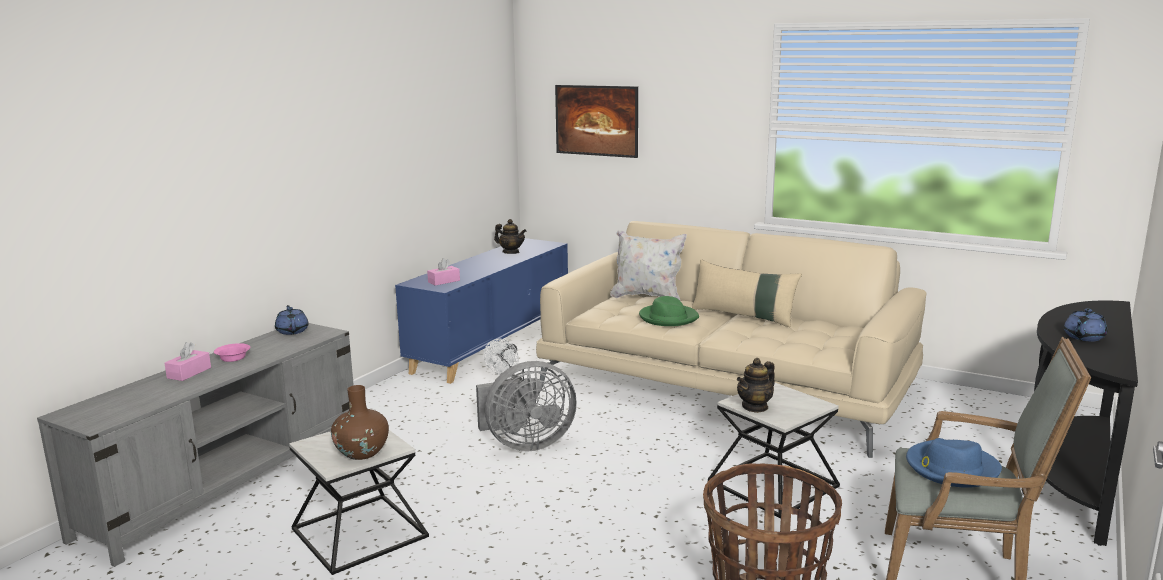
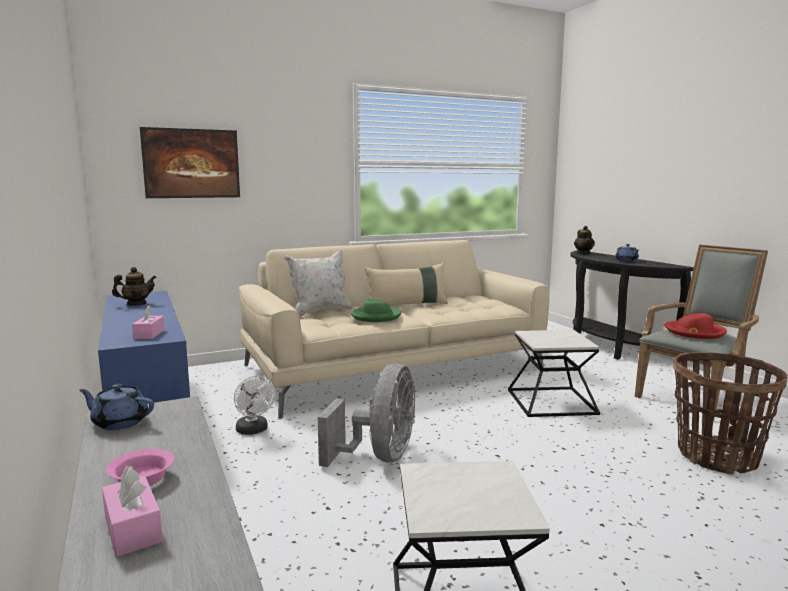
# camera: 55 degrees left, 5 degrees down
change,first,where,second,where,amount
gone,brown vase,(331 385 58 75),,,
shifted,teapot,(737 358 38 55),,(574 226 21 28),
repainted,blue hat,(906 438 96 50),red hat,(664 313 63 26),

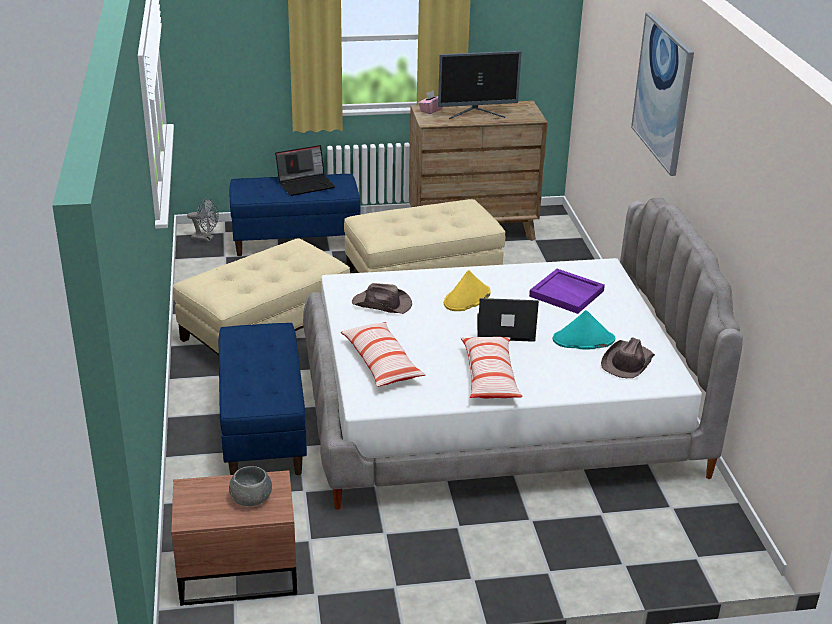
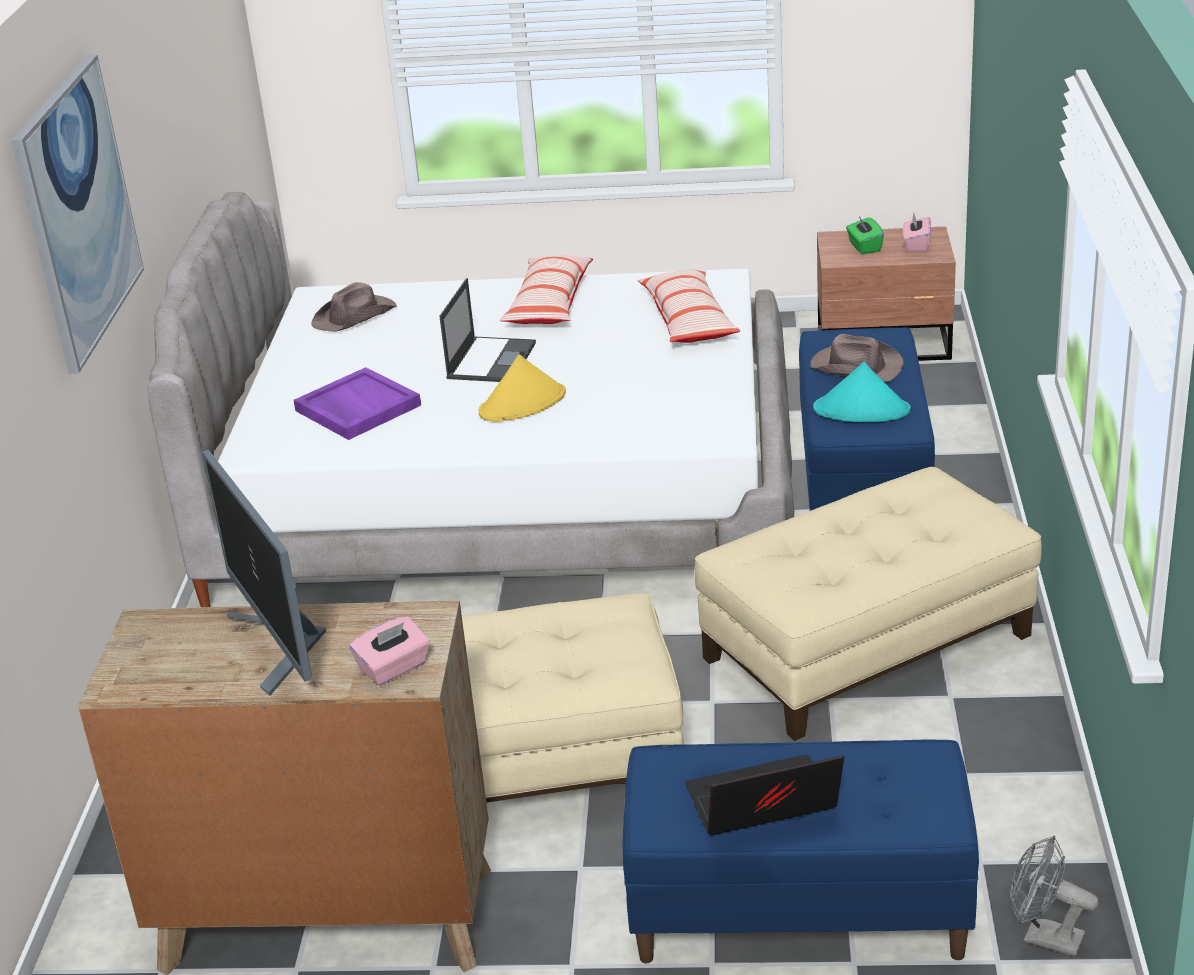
# camera: 165 degrees left, 0 degrees up
change,first,where,second,where,amount
new,,,pink tissue box,(903 213 28 39),
shifted,brown hat,(352 283 60 31),,(810 334 94 48),
shifted,turquoise hat,(553 310 62 39),,(813 362 98 60),
swapped,grey bowl,(229 466 43 40),green tissue box,(846 217 38 37),
rotated,monitor,(438 51 84 68),,(202 450 124 246),120 degrees counterclockwise
rotated,laptop,(477 298 62 44),,(439 278 97 104),90 degrees counterclockwise

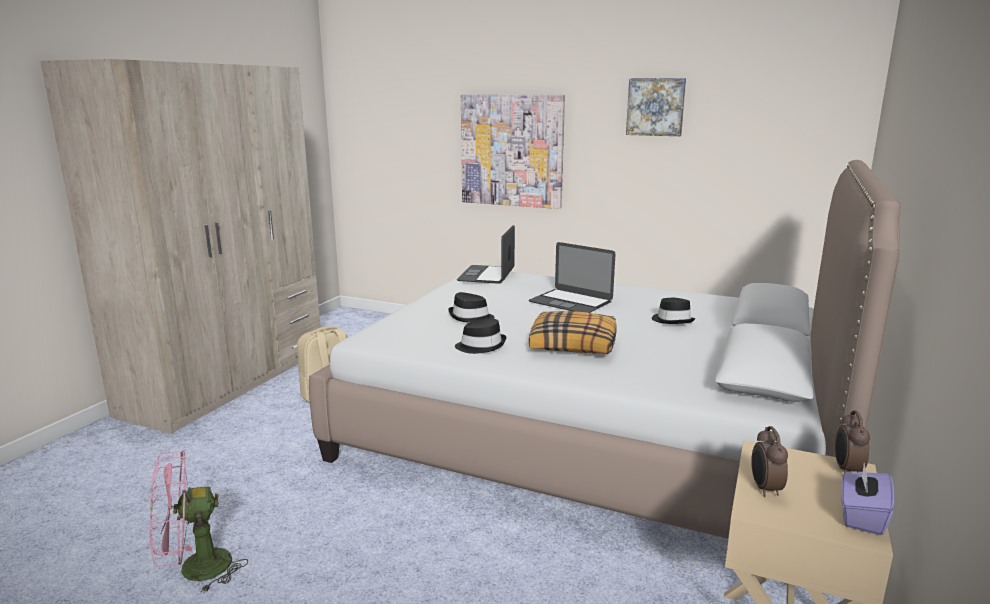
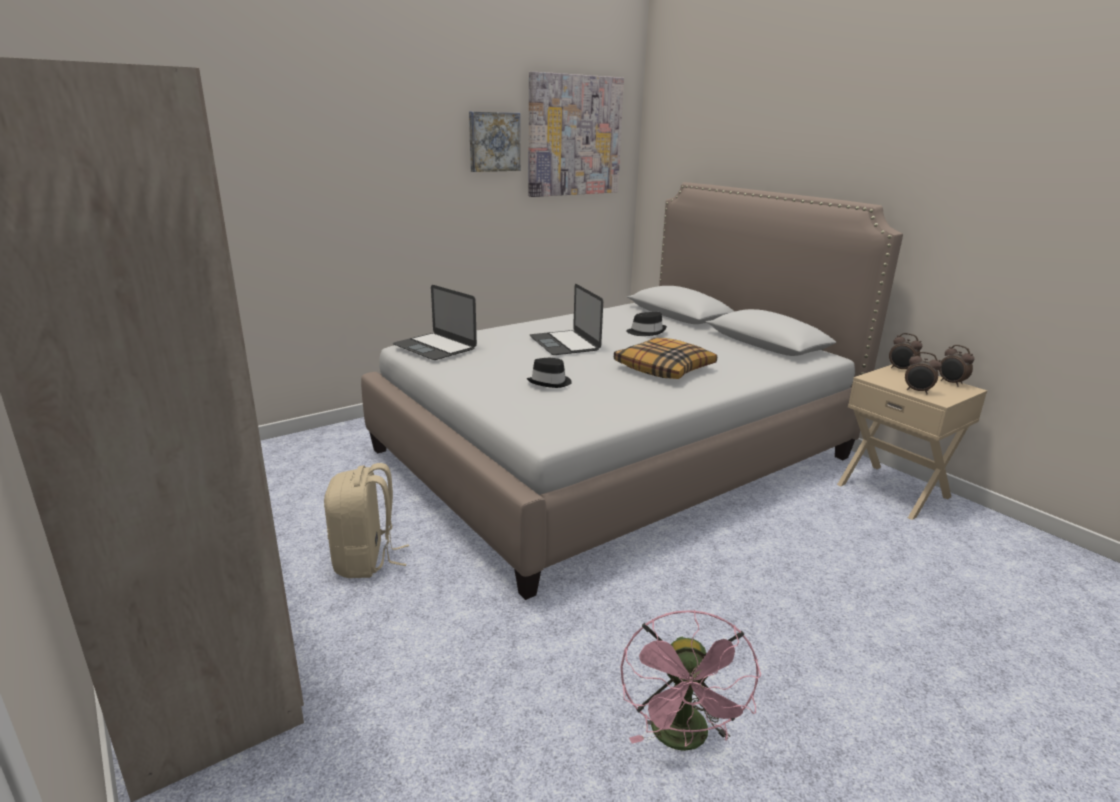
# camera: 60 degrees left, 5 degrees up
change,first,where,second,where,amount
gone,black hat,(455 318 52 36),,,
shifted,picture,(461 95 104 114),,(528 72 96 125),
swapped,purple tissue box,(841 463 53 72),alarm clock,(939 345 35 42),
rotated,laptop,(529 242 86 71),,(530 284 73 71),90 degrees clockwise

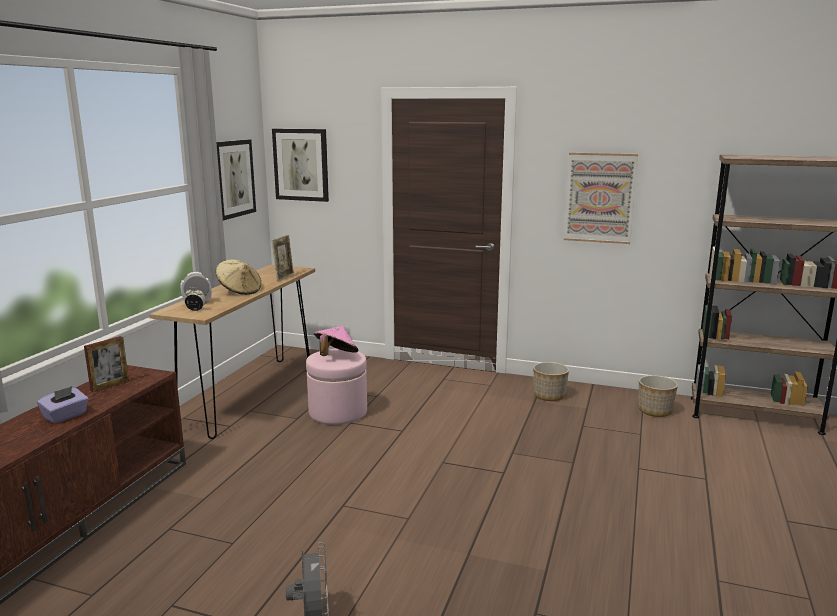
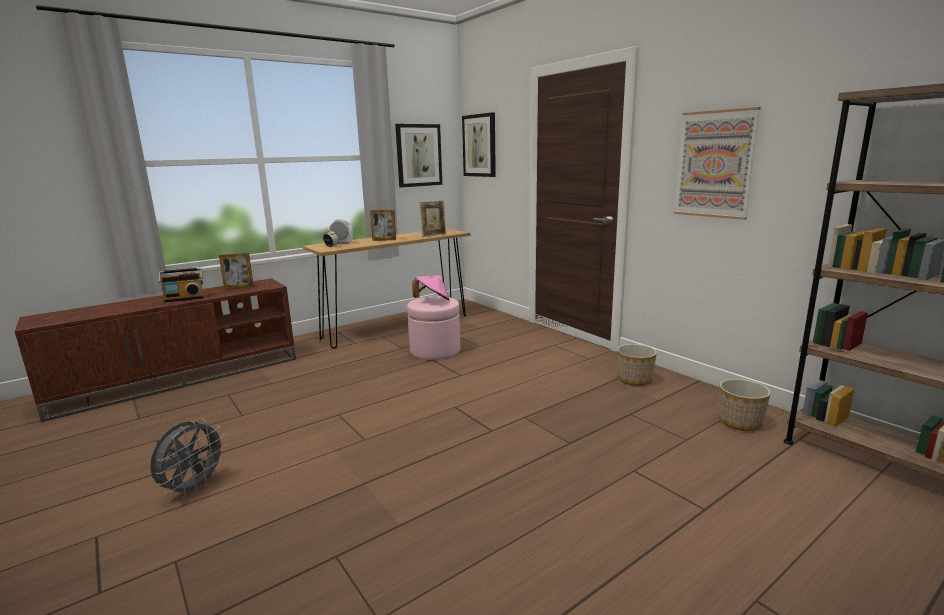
# camera: 35 degrees right, 0 degrees up
change,first,where,second,where,amount
swapped,purple tissue box,(37 386 52 38),radio,(159 268 45 34),
swapped,beige hat,(216 260 45 35),picture frame,(370 210 26 31),

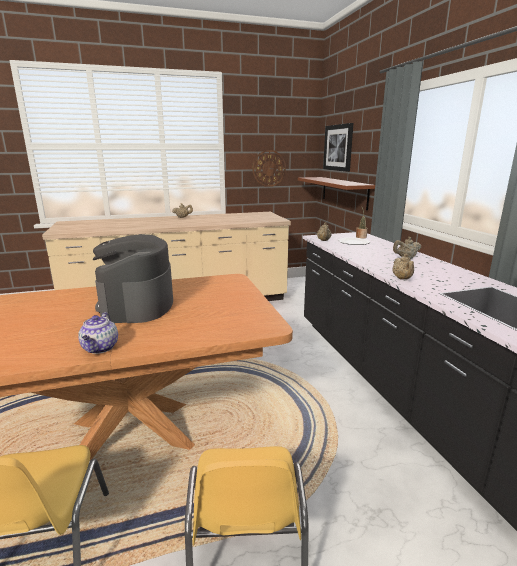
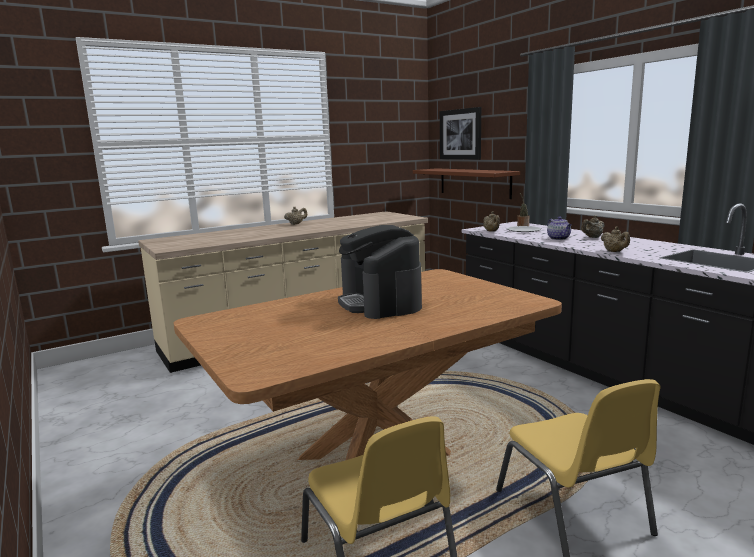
# camera: 15 degrees left, 5 degrees down
change,first,where,second,where,amount
gone,wall clock,(253 150 33 37),,,
shifted,teapot,(78 312 40 42),,(547 216 25 24),

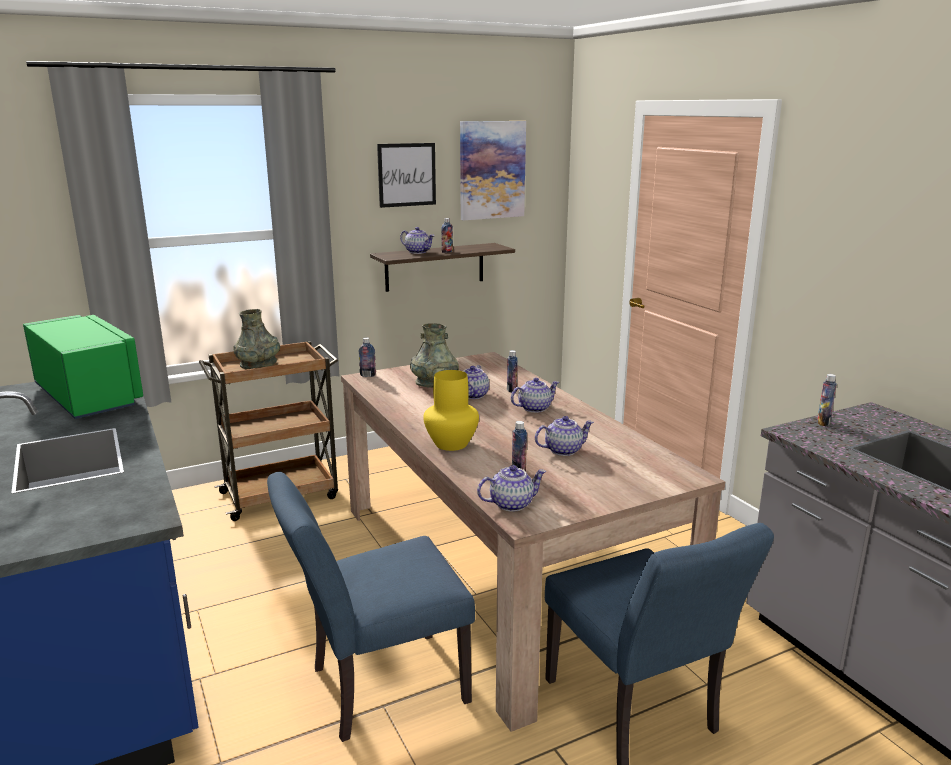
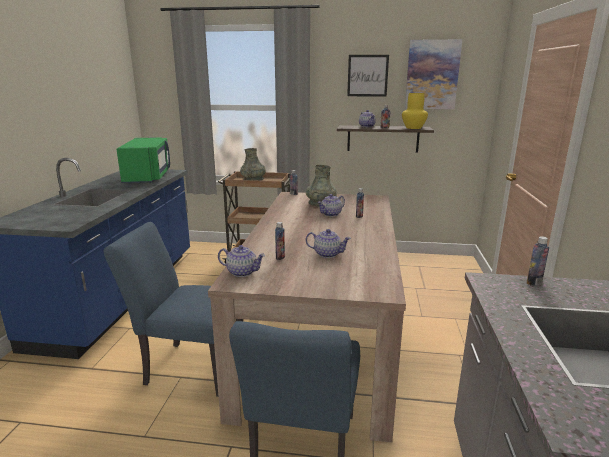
# camera: 35 degrees right, 0 degrees up
change,first,where,second,where,amount
gone,teapot,(511 378 48 35),,,
shifted,yellow vase,(423 370 56 81),,(402 93 26 36),

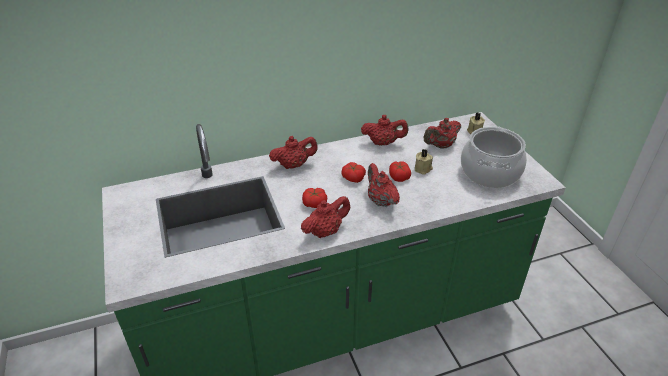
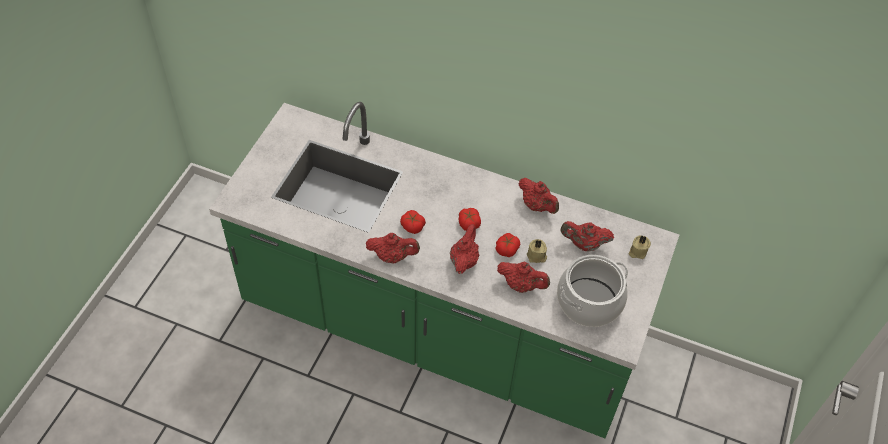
# camera: 40 degrees right, 15 degrees up
change,first,where,second,where,amount
shifted,red teapot,(269 136 49 33),,(497 261 53 32),

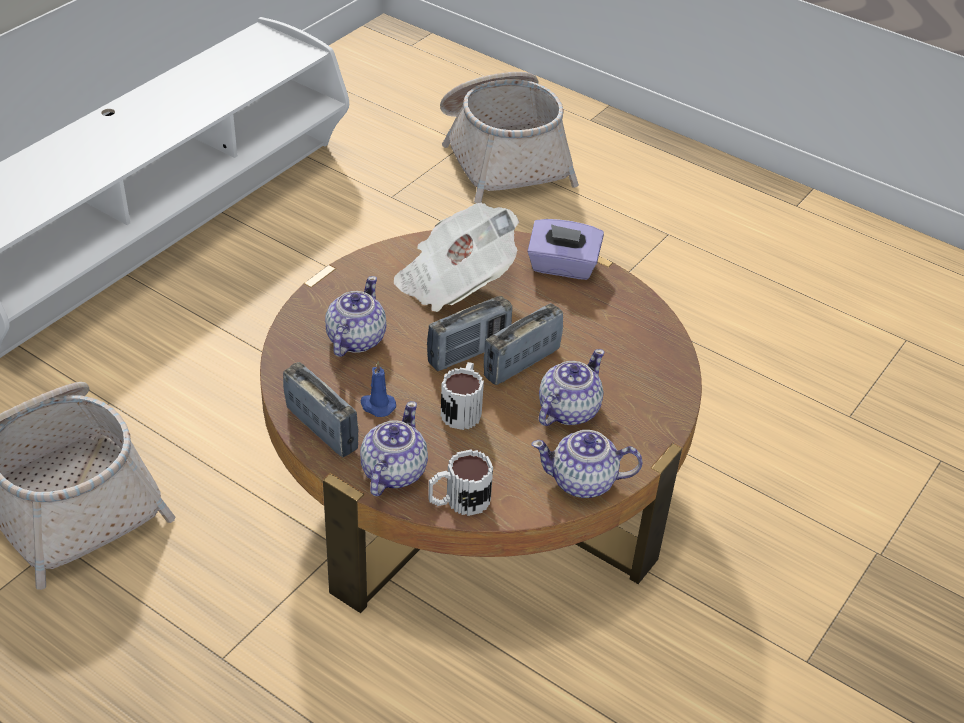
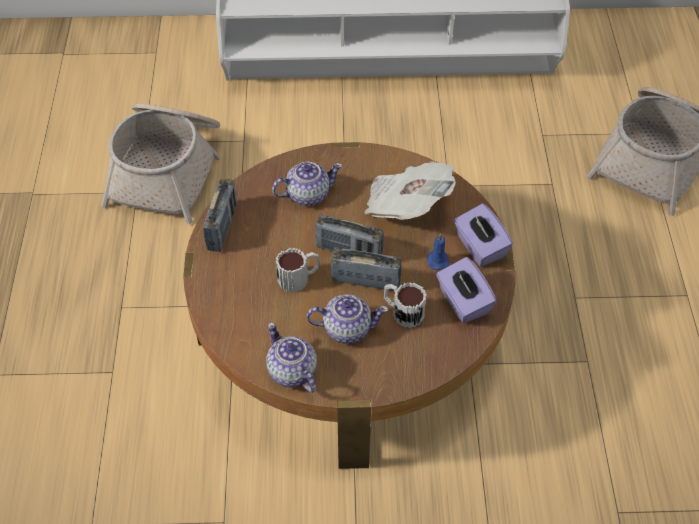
# camera: 55 degrees right, 10 degrees up
change,first,where,second,where,amount
gone,teapot,(360 401 68 95),,,
new,,,purple tissue box,(436 257 61 66),
shifted,blue candle,(361 361 35 56),,(427 234 23 36),
shifted,mug,(428 449 65 67),,(384 282 43 46),

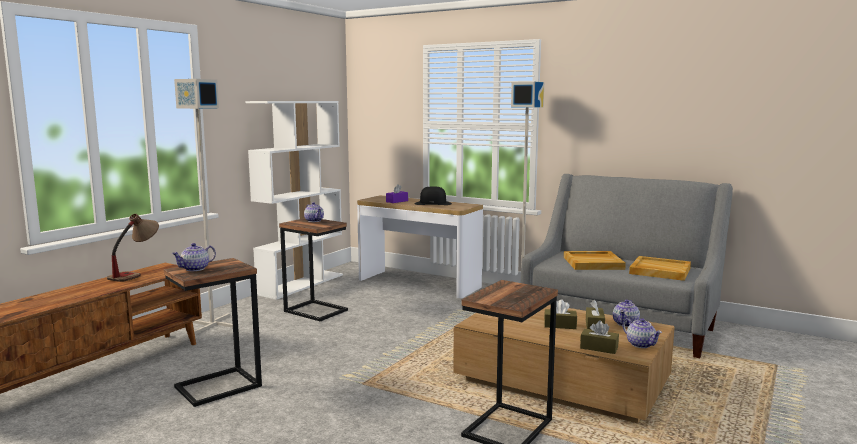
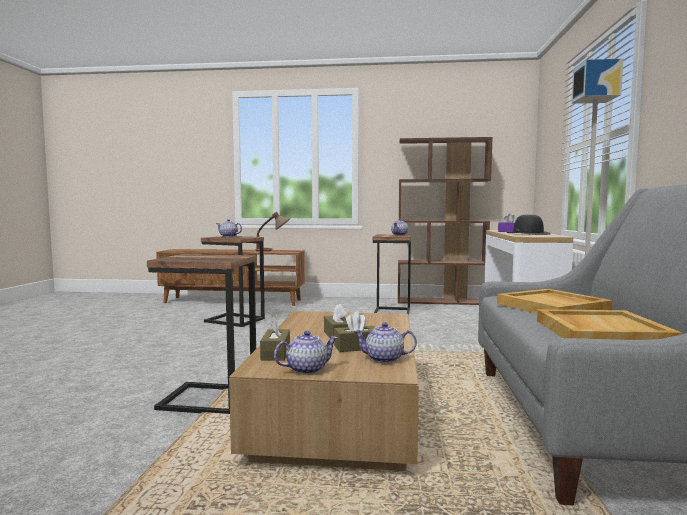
# camera: 65 degrees right, 5 degrees down
change,first,where,second,where,amount
gone,grey floor lamp,(174 79 59 255),,,
repainted,white bookcase,(246 101 97 199),brown bookcase,(398 137 95 168),
rotated,teapot,(623 318 39 30),,(274 331 64 44),150 degrees counterclockwise

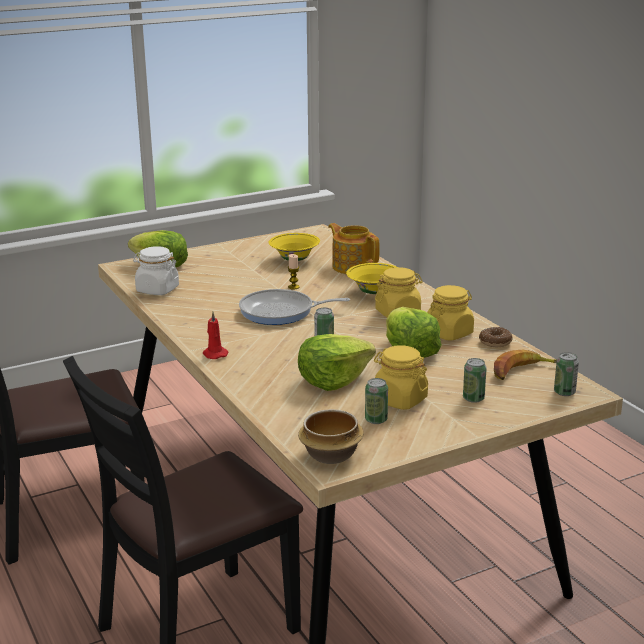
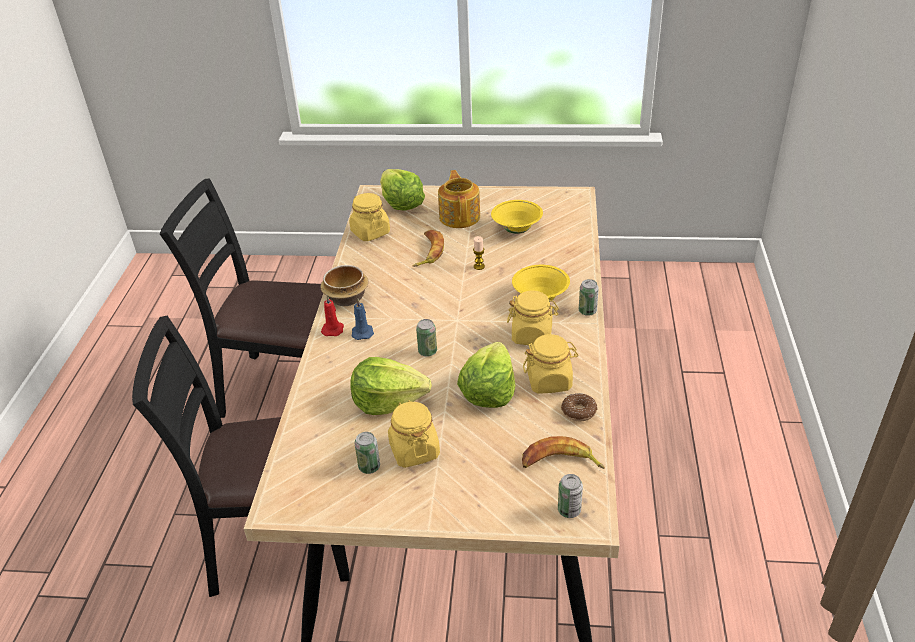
# camera: 35 degrees right, 15 degrees up
change,first,where,second,where,amount
gone,frying pan,(239 289 111 36),,,
new,,,blue candle,(352 299 22 41),
new,,,banana,(413 230 31 37),
shifted,bowl,(298 409 66 55),,(320 265 49 41),
shifted,teapot,(328 223 51 51),,(438 170 42 58),
shifted,can,(463 358 24 45),,(579 279 20 37),
repainted,white jar,(133 246 46 49),yellow jar,(349 193 41 48),

